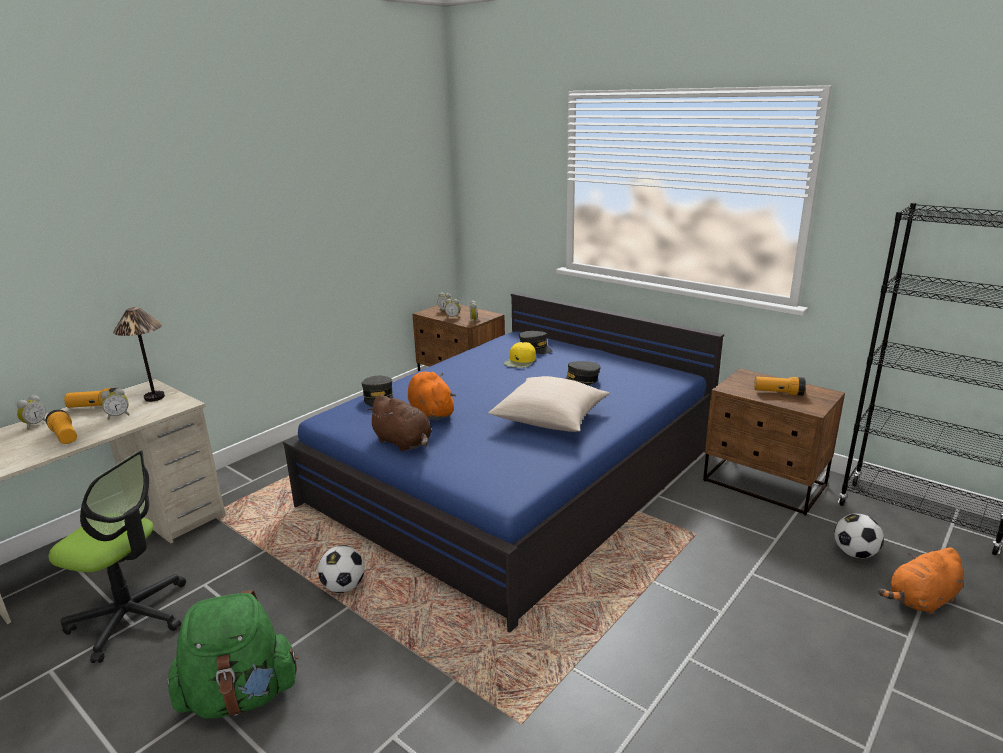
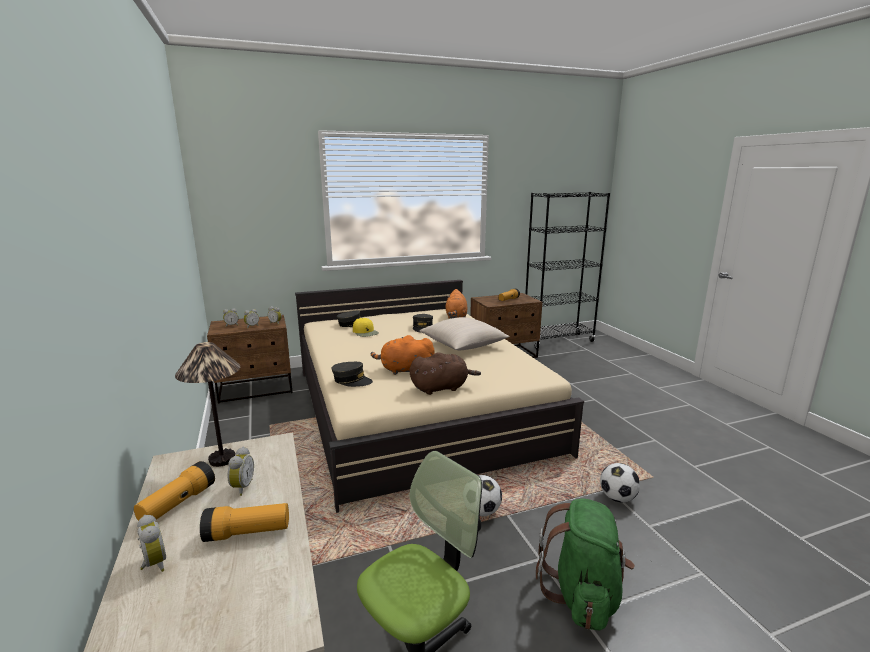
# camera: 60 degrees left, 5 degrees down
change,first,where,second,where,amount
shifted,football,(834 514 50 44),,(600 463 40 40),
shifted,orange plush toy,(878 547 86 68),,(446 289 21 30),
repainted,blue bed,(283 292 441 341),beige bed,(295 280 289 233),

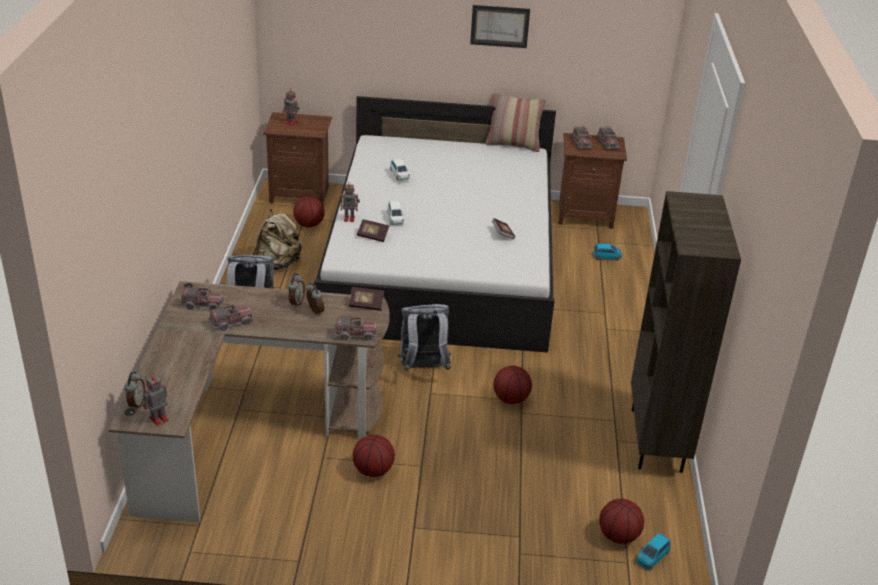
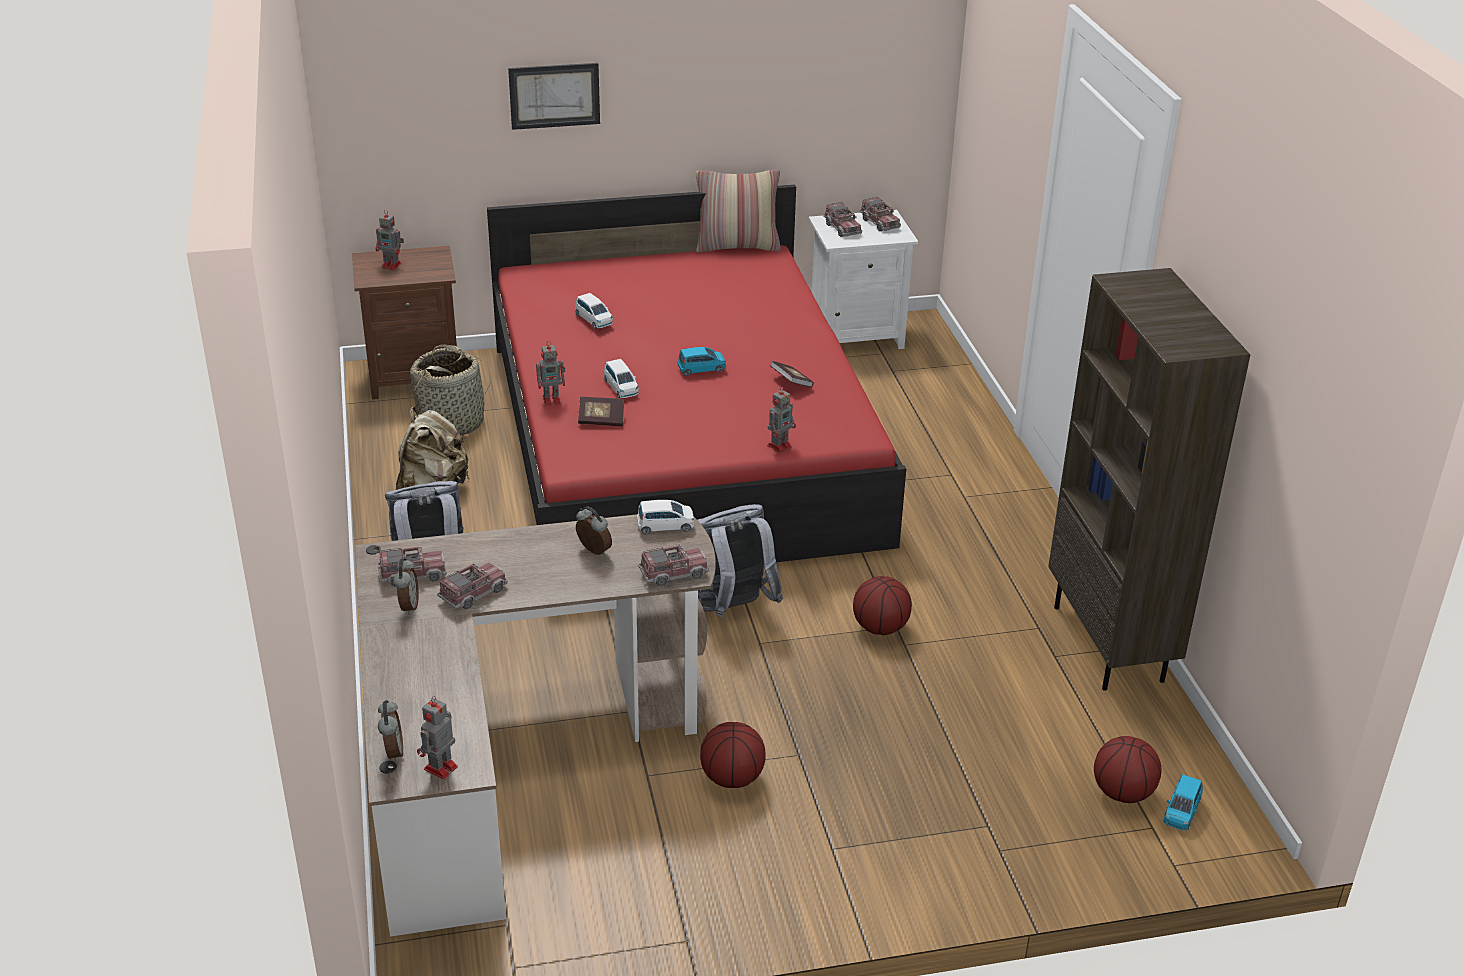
# camera: 15 degrees left, 0 degrees up
change,first,where,second,where,amount
new,,,toy robot,(767 386 29 67),
shifted,alarm clock,(288 274 17 34),,(393 558 26 57),
shifted,picture,(470 5 60 43),,(508 63 92 67),
shifted,blue toy car,(593 243 29 18),,(678 347 48 29),
swapped,basketball,(293 196 32 31),basket,(410 345 81 91),
swapped,book,(349 287 35 24),white toy car,(637 500 57 34),
repainted,white bed,(314 96 242 257),red bed,(487 185 419 377),
repainted,brown nightstand,(558 133 69 96),white nightstand,(809 210 109 139),

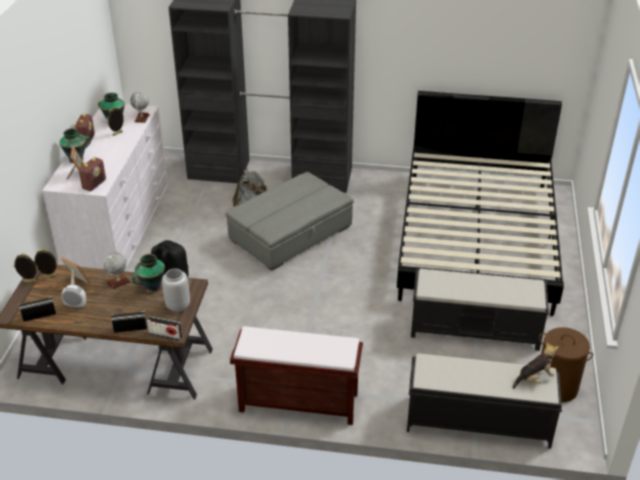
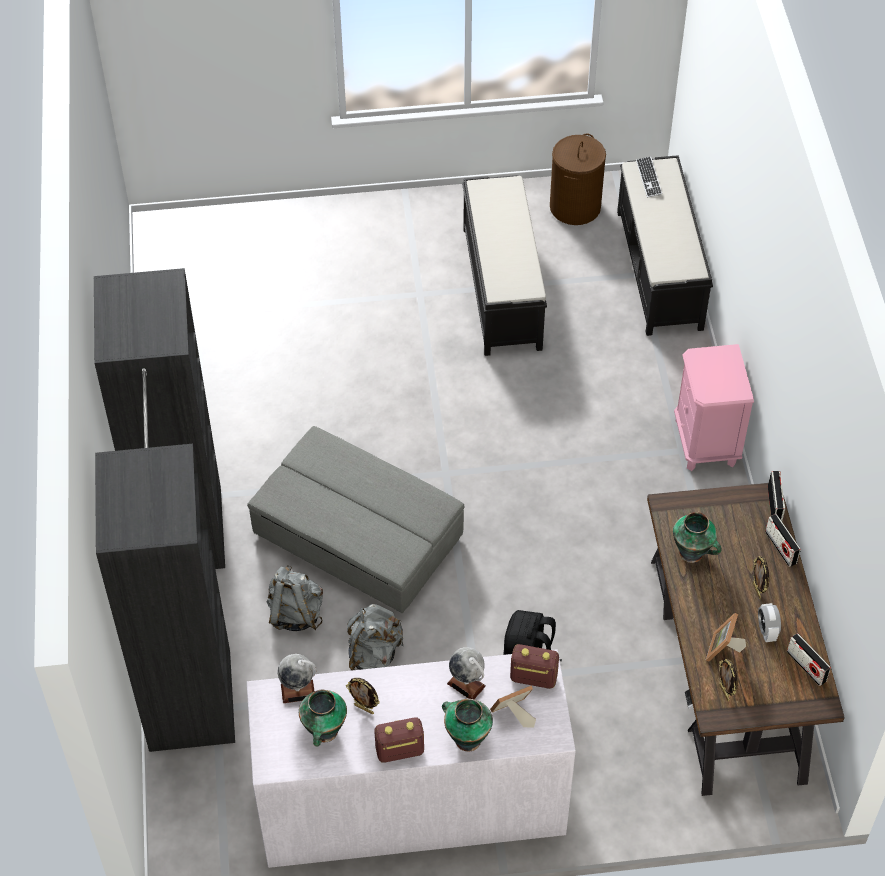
# camera: 105 degrees left, 15 degrees up
change,first,where,second,where,amount
gone,grey vase,(162 269 28 43),,,
gone,black bed,(397 91 167 225),,,
new,,,grey backpack,(347 604 57 67),
shifted,picture frame,(14 253 24 29),,(753 556 16 43),
shifted,globe,(103 253 28 37),,(447 647 39 52),
swapped,brown bench,(230 326 133 99),pink nightstand,(674 344 80 127),
swapped,plush toy,(513 342 45 47),keyboard,(636 156 26 42),

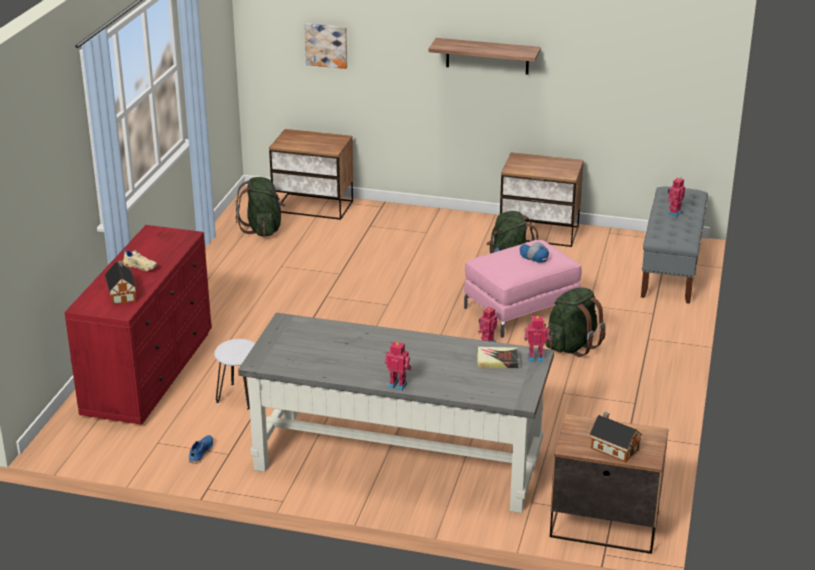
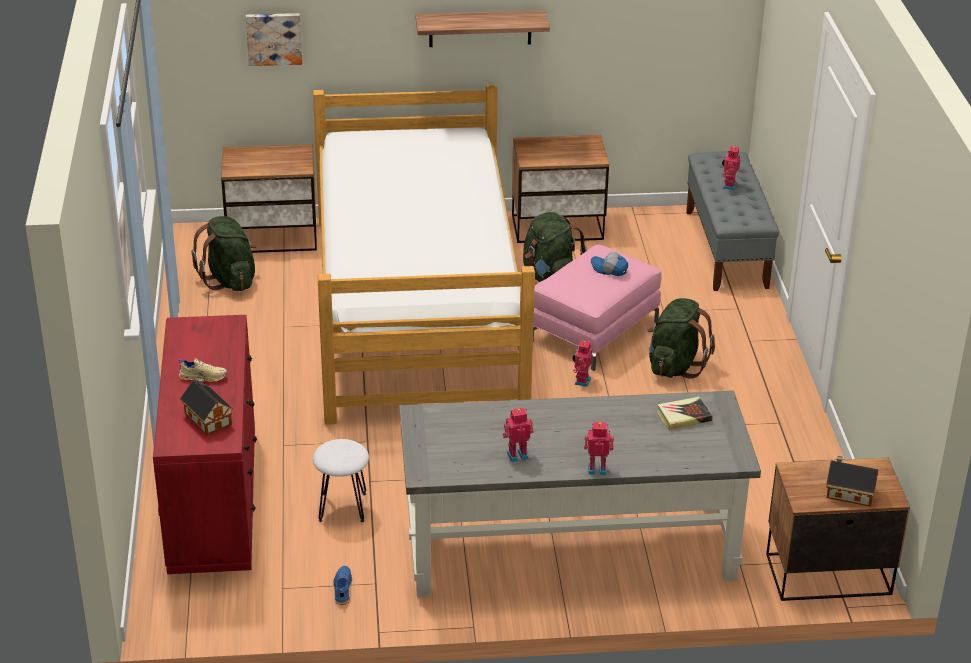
# camera: 20 degrees left, 5 degrees up
change,first,where,second,where,amount
new,,,bed,(313 85 222 339),
shifted,toy robot,(524 316 25 46),,(503 407 31 55),

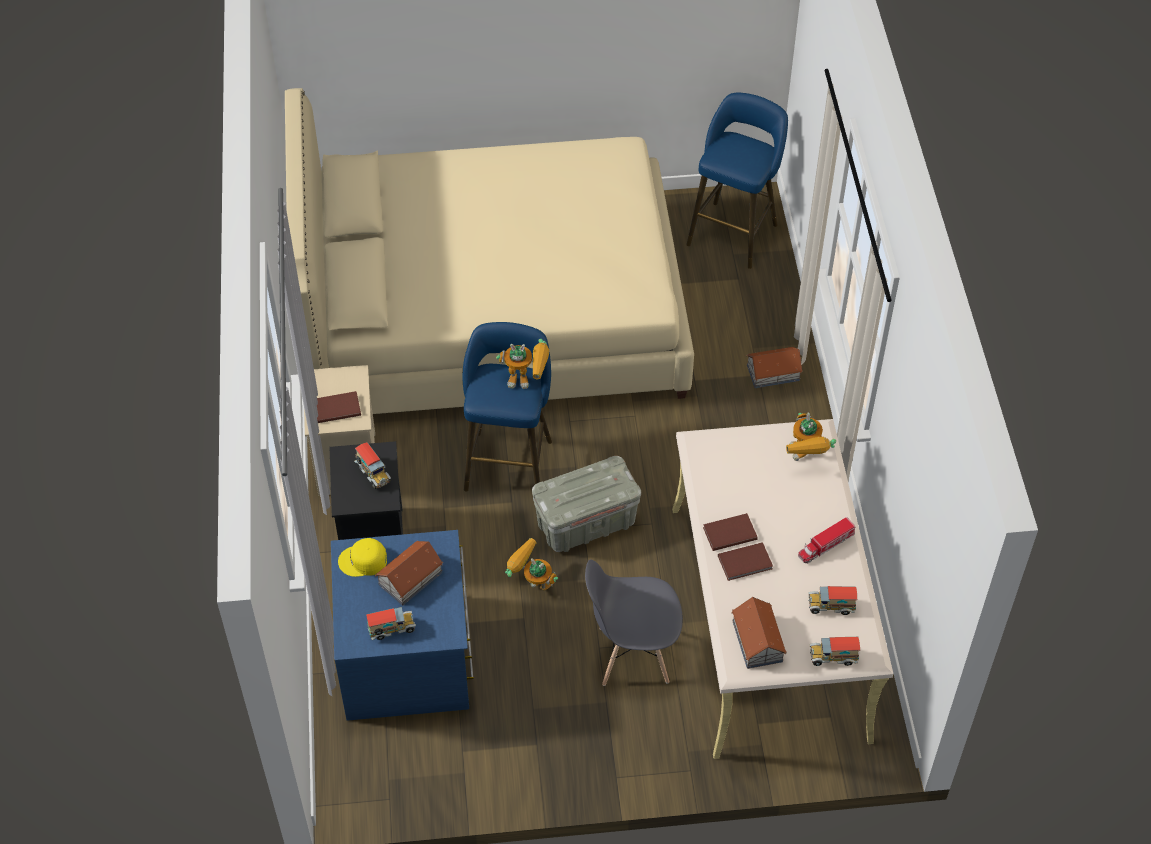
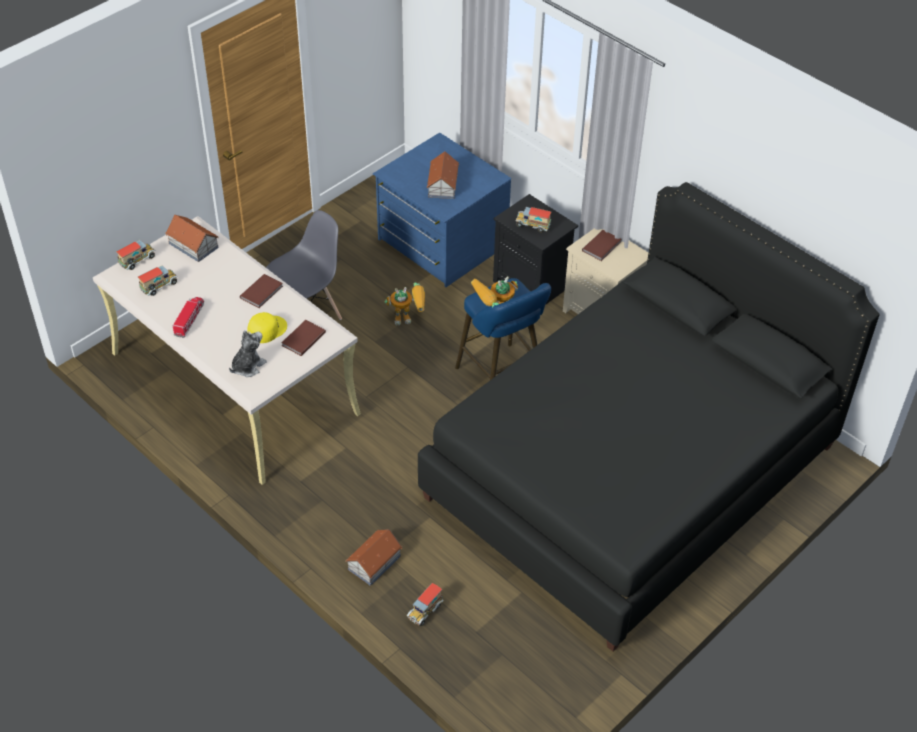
# camera: 140 degrees right, 5 degrees down
change,first,where,second,where,amount
gone,grey storage box,(532 456 109 96),,,
gone,blue stool,(686 93 102 176),,,
shifted,yellow cap,(338 538 49 39),,(248 312 39 31),
shifted,toy truck,(366 607 50 33),,(407 583 37 43),
shifted,brown book,(718 542 55 39),,(282 320 44 36),
swapped,toy robot,(786 413 50 48),plush toy,(229 330 38 47),
repainted,beige bed,(285 88 409 326),black bed,(418 182 462 469),

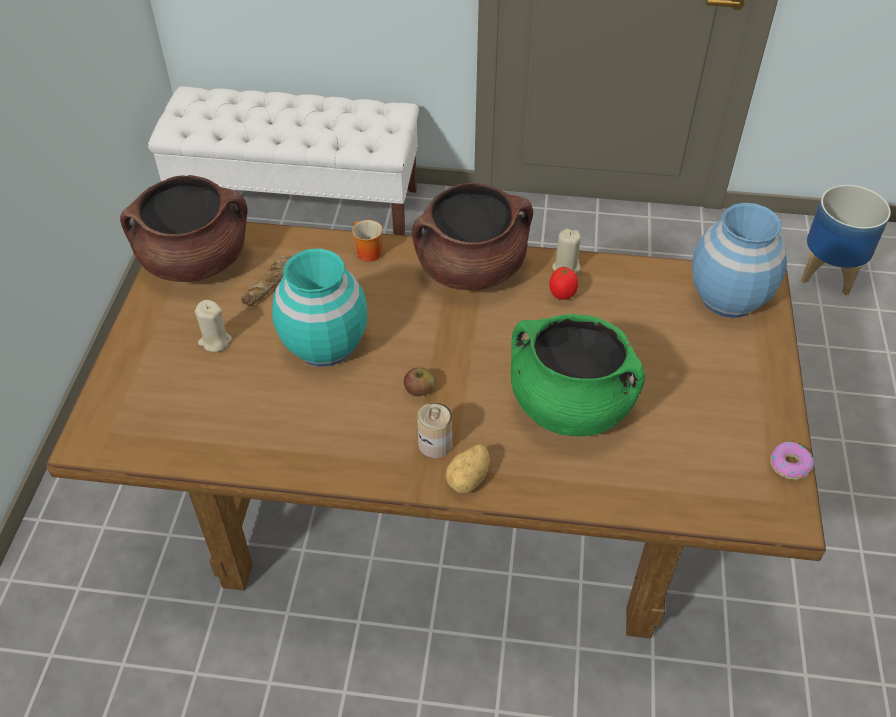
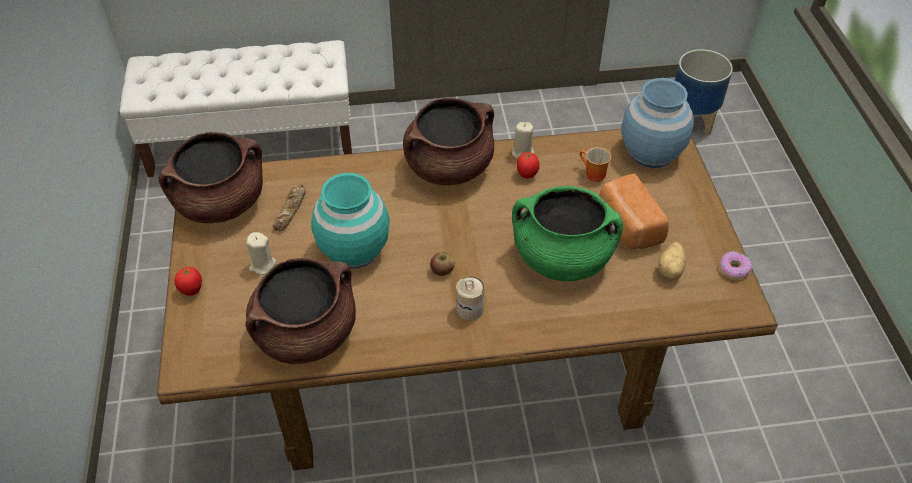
# camera: 15 degrees left, 0 degrees up
change,first,where,second,where,amount
new,,,tomato,(174 267 28 29),
new,,,brown cooking pot,(245 258 111 106),
new,,,bread,(599 173 70 76),
shifted,mug,(352 220 31 42),,(580 147 31 35),
shifted,potato,(445 444 44 50),,(658 242 28 38),

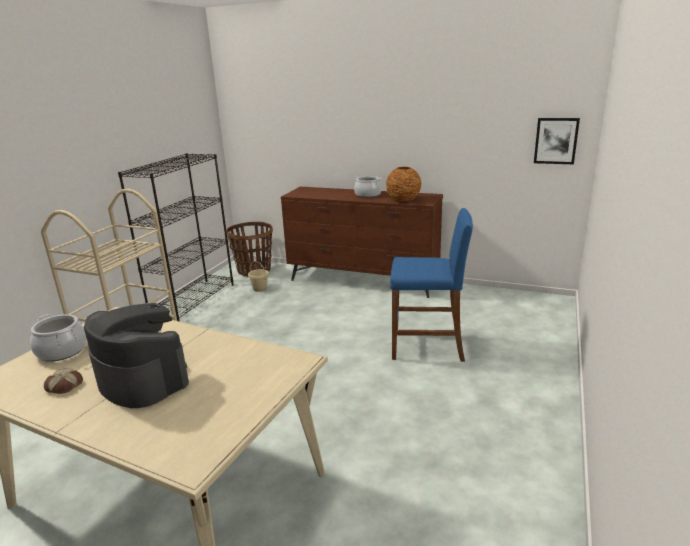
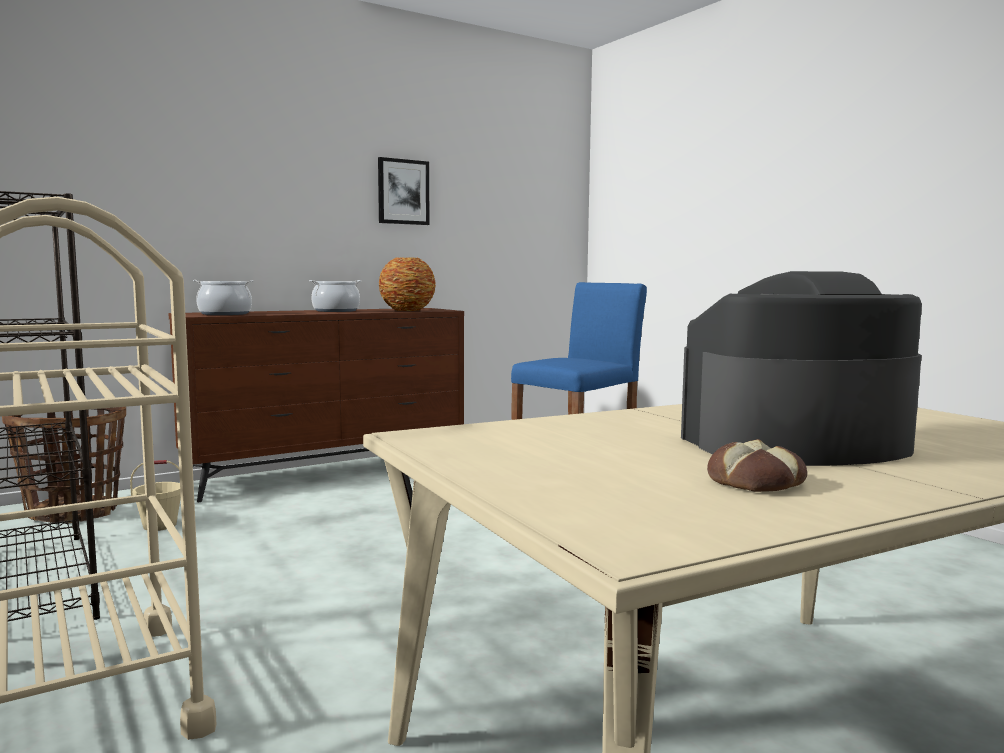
# camera: 55 degrees left, 15 degrees down
change,first,where,second,where,amount
shifted,cooking pot,(30 314 57 48),,(193 280 61 35),
shifted,picture,(534 118 46 46),,(378 157 52 68),

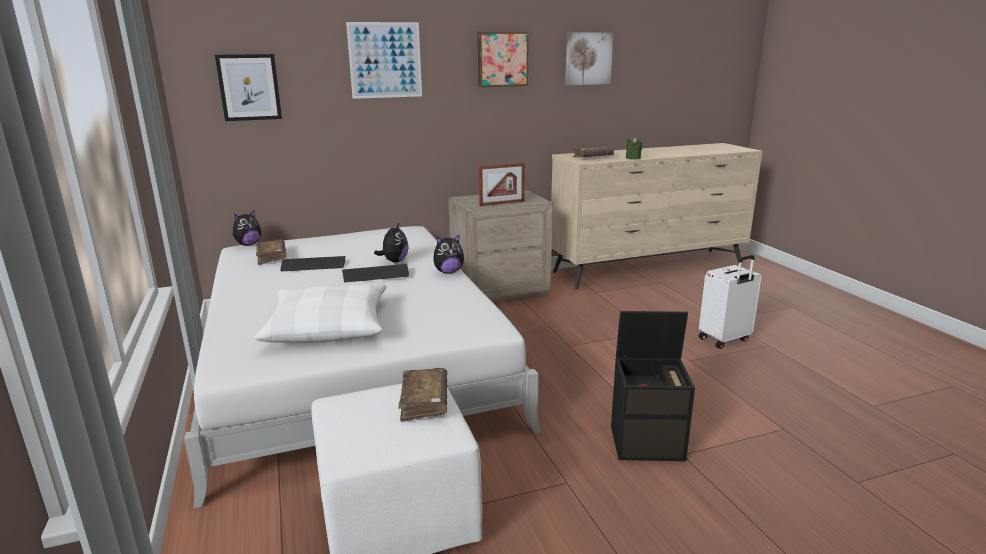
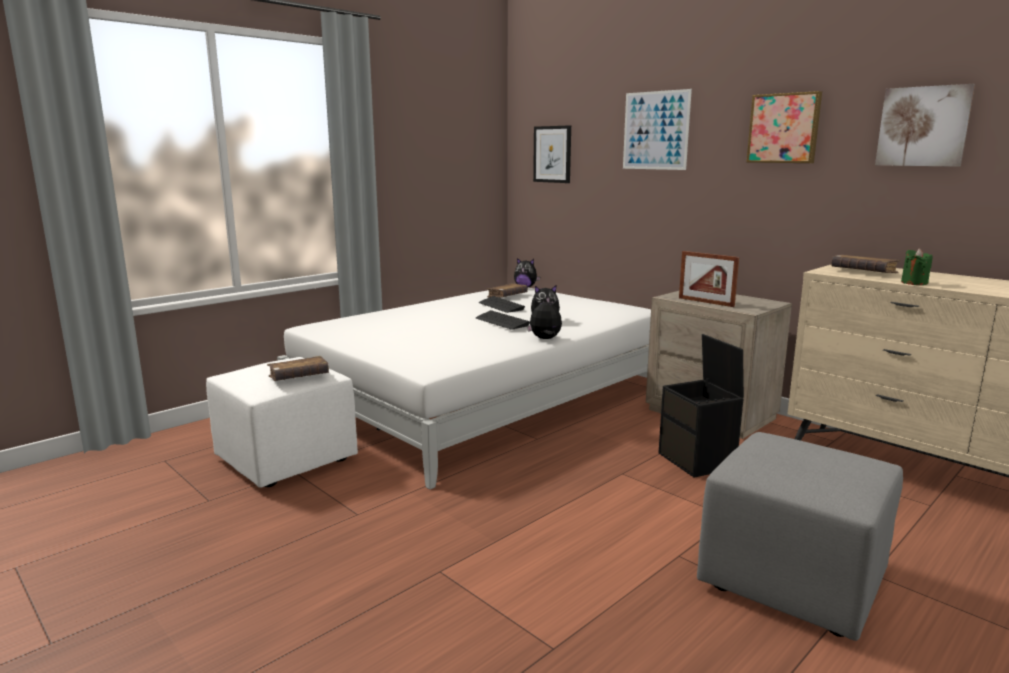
# camera: 65 degrees right, 5 degrees down
change,first,where,second,where,amount
gone,white pillow,(254 284 133 59),,,
shifted,black storage box,(611 311 84 150),,(658 334 86 144),
swapped,white suitcase,(699 255 63 94),grey ottoman,(697 432 206 209),
rotated,plush toy,(433 234 31 40),,(527 299 35 40),135 degrees clockwise

